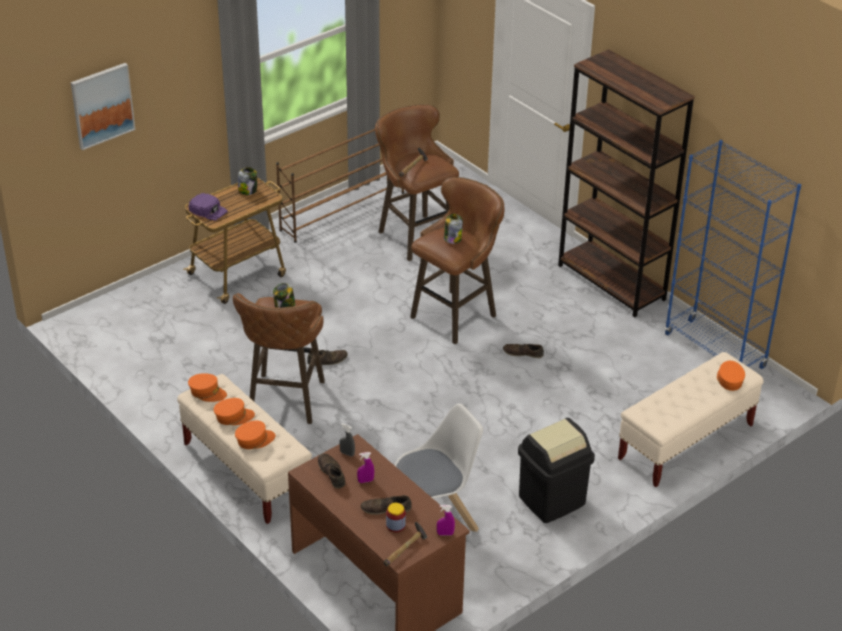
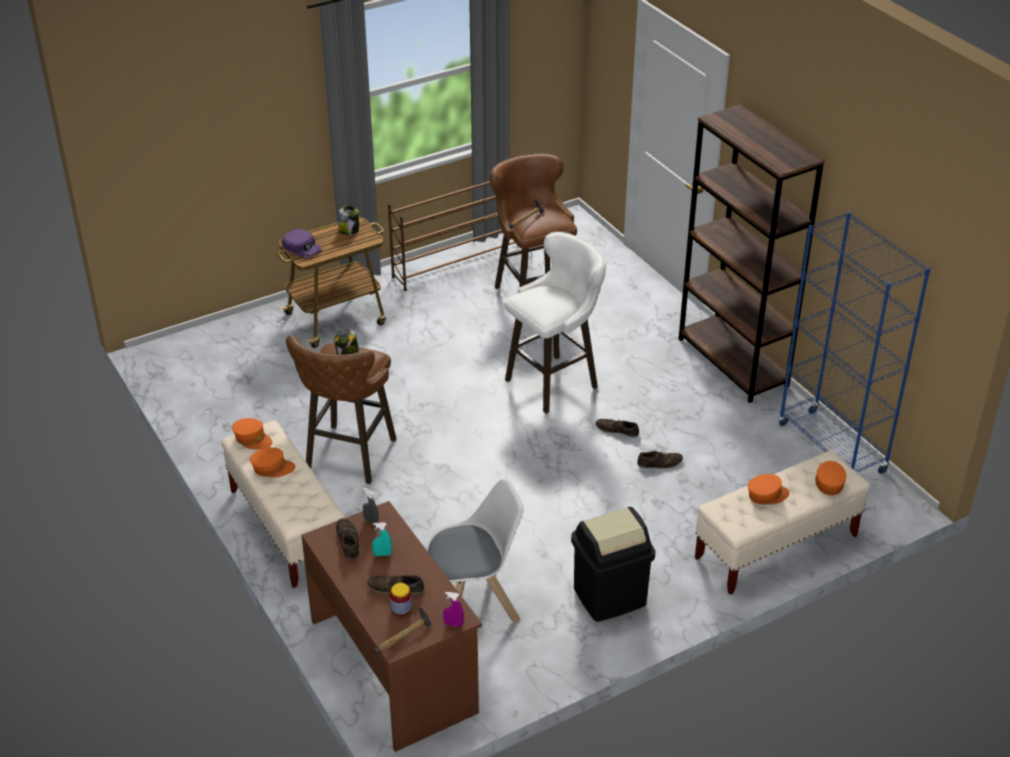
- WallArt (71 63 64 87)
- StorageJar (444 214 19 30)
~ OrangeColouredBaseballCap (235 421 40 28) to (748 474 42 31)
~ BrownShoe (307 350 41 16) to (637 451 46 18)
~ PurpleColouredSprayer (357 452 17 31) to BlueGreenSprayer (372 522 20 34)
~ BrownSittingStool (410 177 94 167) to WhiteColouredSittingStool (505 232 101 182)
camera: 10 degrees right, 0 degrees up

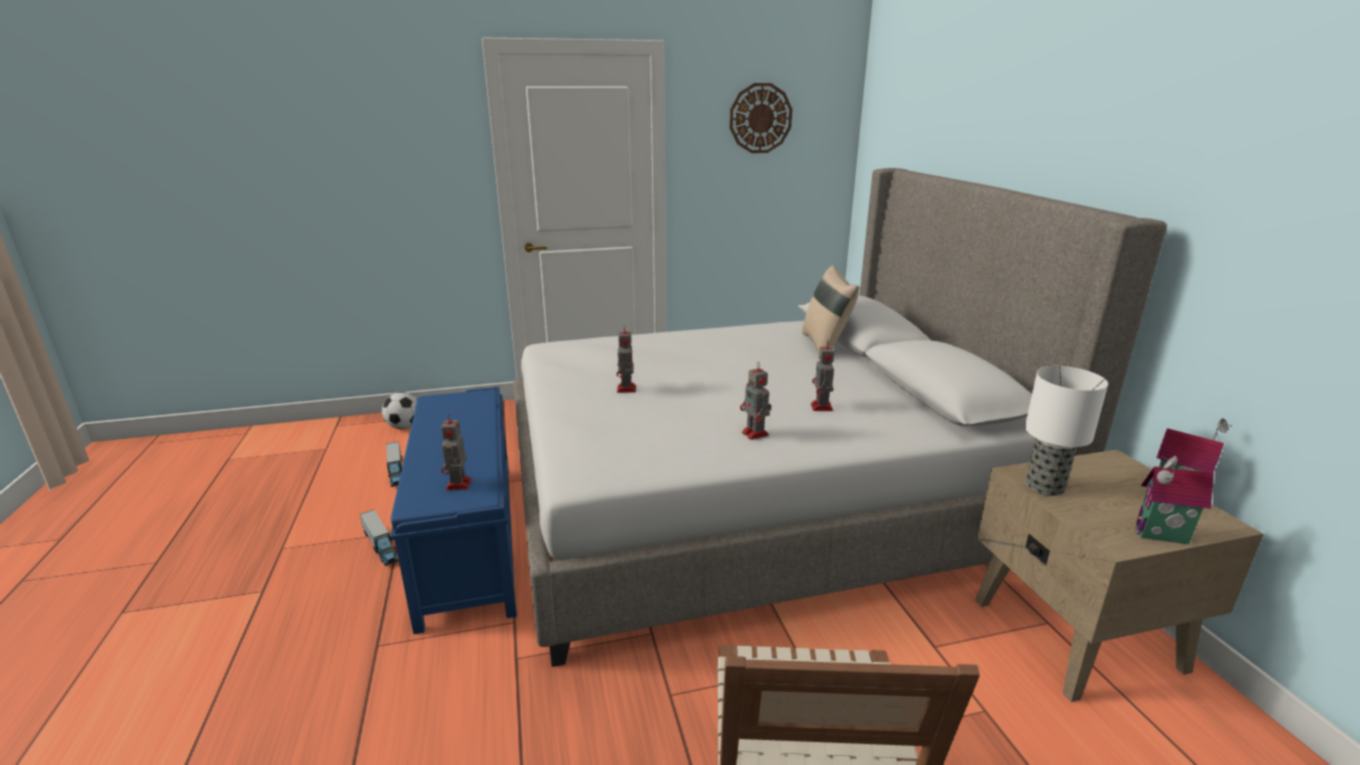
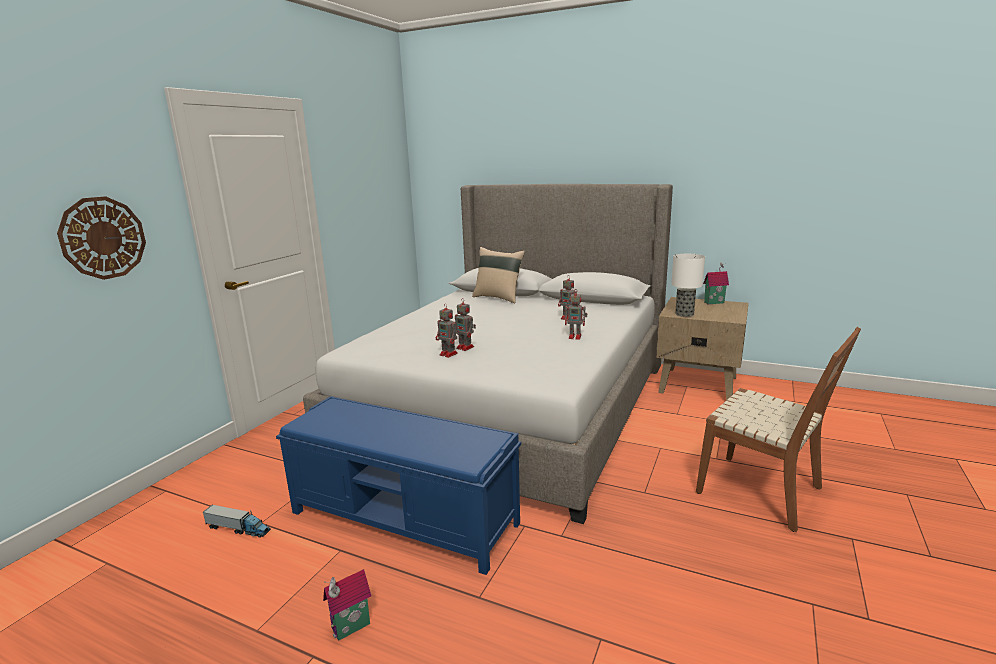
- ModelTruck (360 510 39 56)
- FootballBall (382 392 35 37)
~ ToyRobot (441 414 31 76) to (436 303 23 55)
~ ClockOnTheWall (730 83 62 70) to (57 196 89 84)
~ ModelHouse (1135 456 79 88) to (323 569 48 72)
camera: 50 degrees left, 5 degrees down

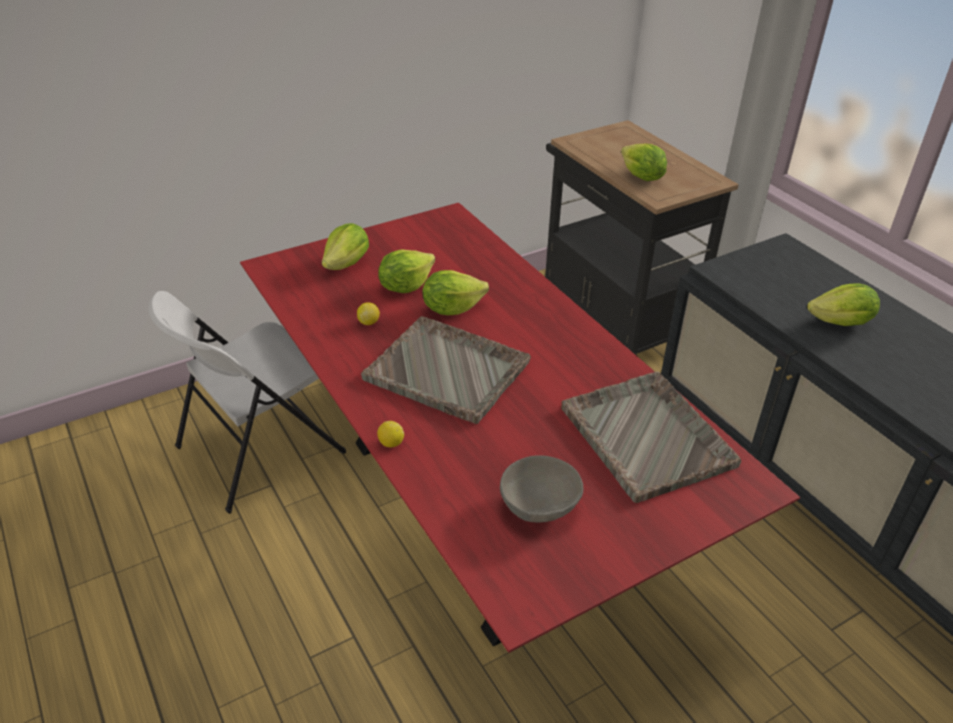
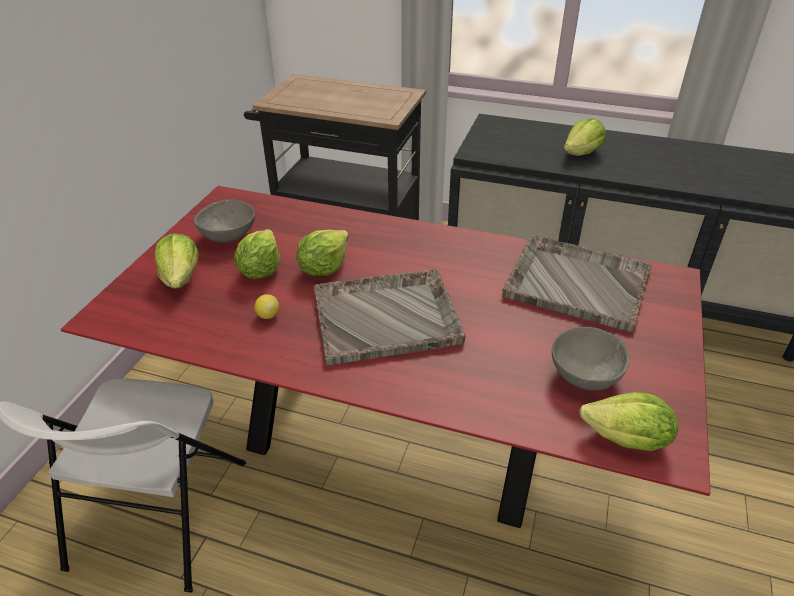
- CitrusFruit (377 421 27 26)
+ GreyBowl (194 199 61 44)
~ LettuceHead (621 144 46 37) to (579 392 99 59)
camera: 40 degrees left, 0 degrees up

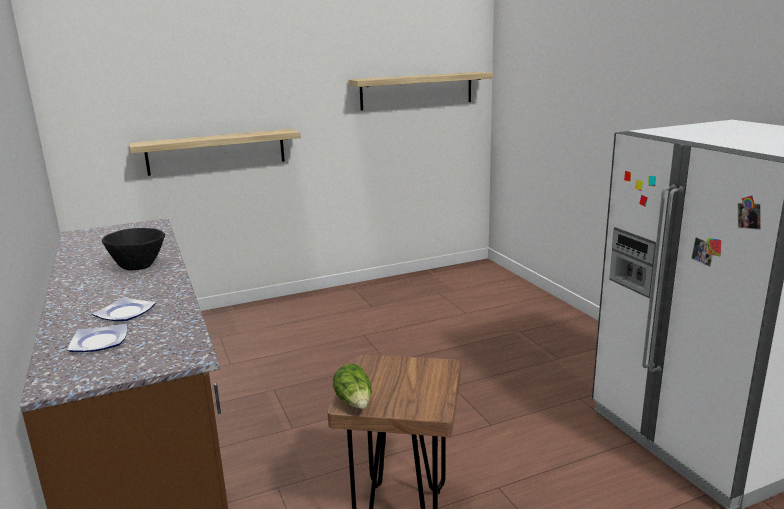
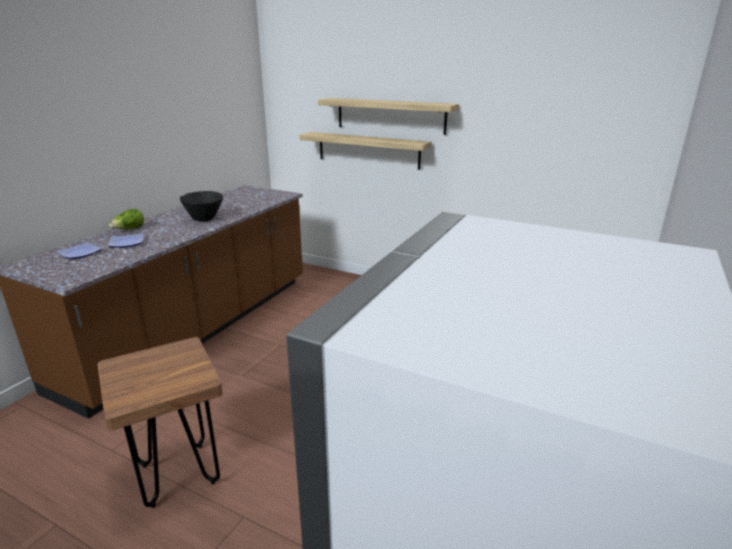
~ LettuceHead (333 363 39 46) to (109 209 35 20)
~ BracketShelf (348 72 145 39) to (318 98 141 37)
camera: 50 degrees right, 5 degrees up

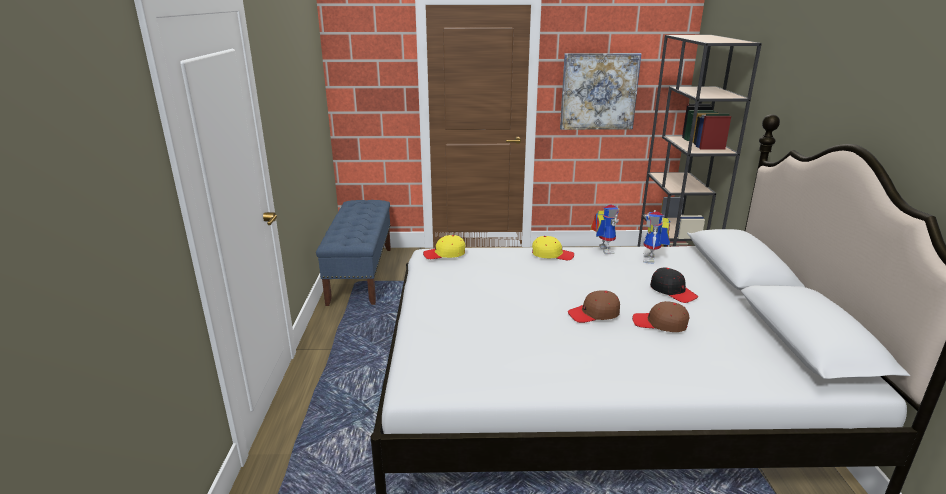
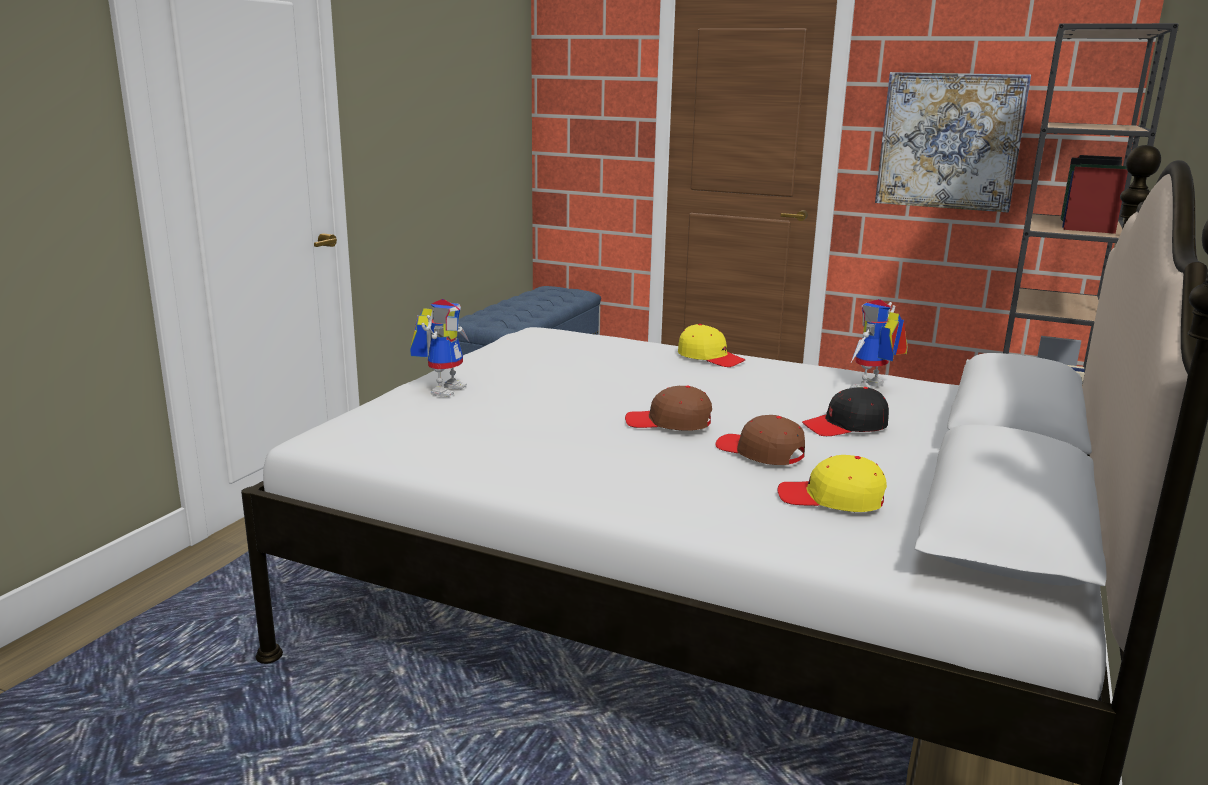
~ YellowColouredBaseballCap (423 235 42 24) to (777 455 110 57)
~ ToyRobot (590 205 29 49) to (410 299 59 98)
~ BlackColouredBaseballCap (650 268 48 35) = (802 387 87 49) 90 degrees clockwise
camera: 25 degrees right, 5 degrees down

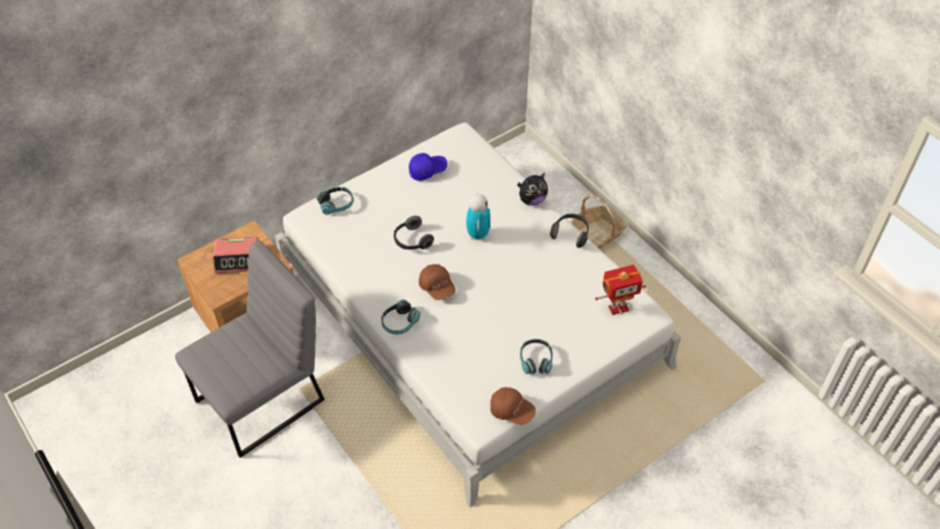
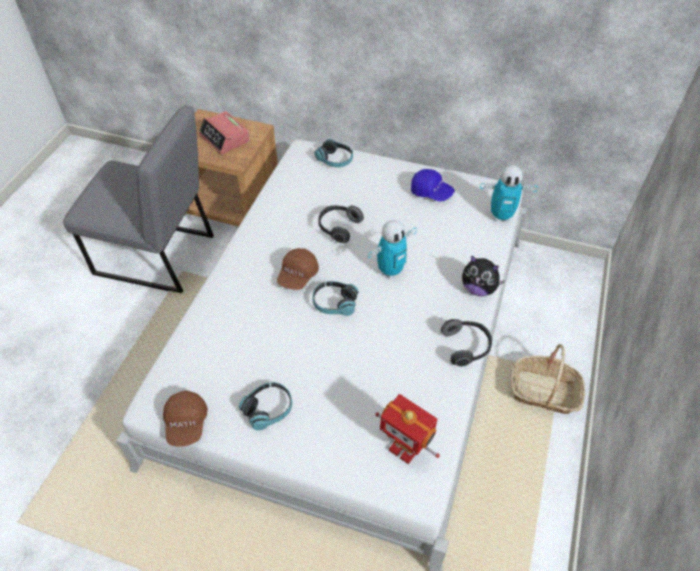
+ ToyRobot (480 165 58 56)
~ Headset (381 299 40 36) to (312 281 46 35)
camera: 55 degrees right, 0 degrees up

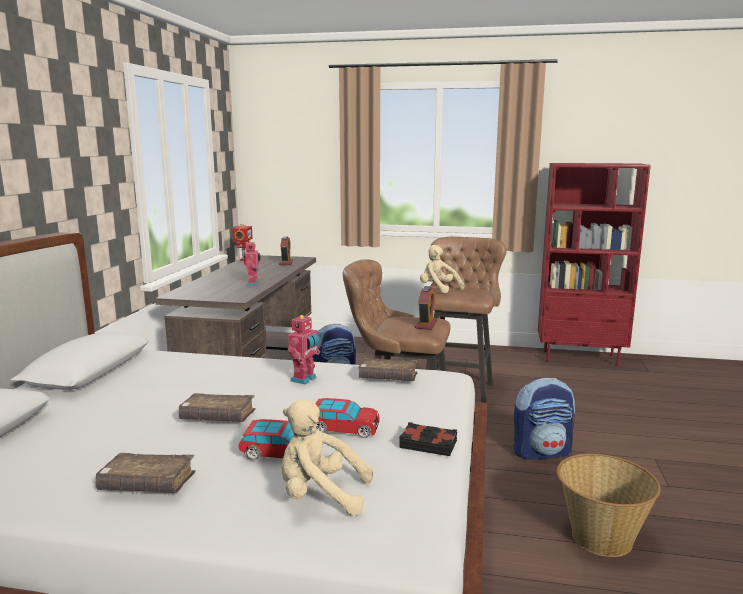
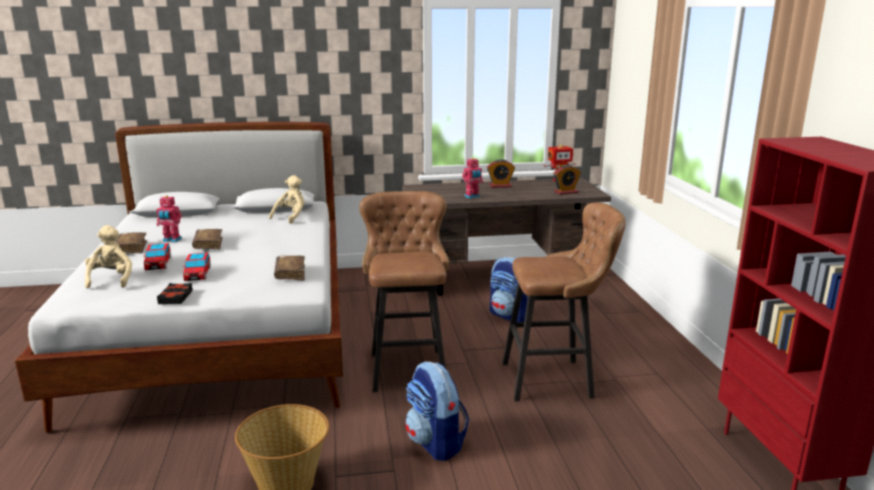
~ ToyRobot (288 314 32 71) to (156 196 26 46)
~ AlarmClock (415 286 22 44) to (487 159 28 29)
~ SandColouredCuddlyToy (420 245 44 48) to (269 175 36 49)
camera: 70 degrees right, 5 degrees up

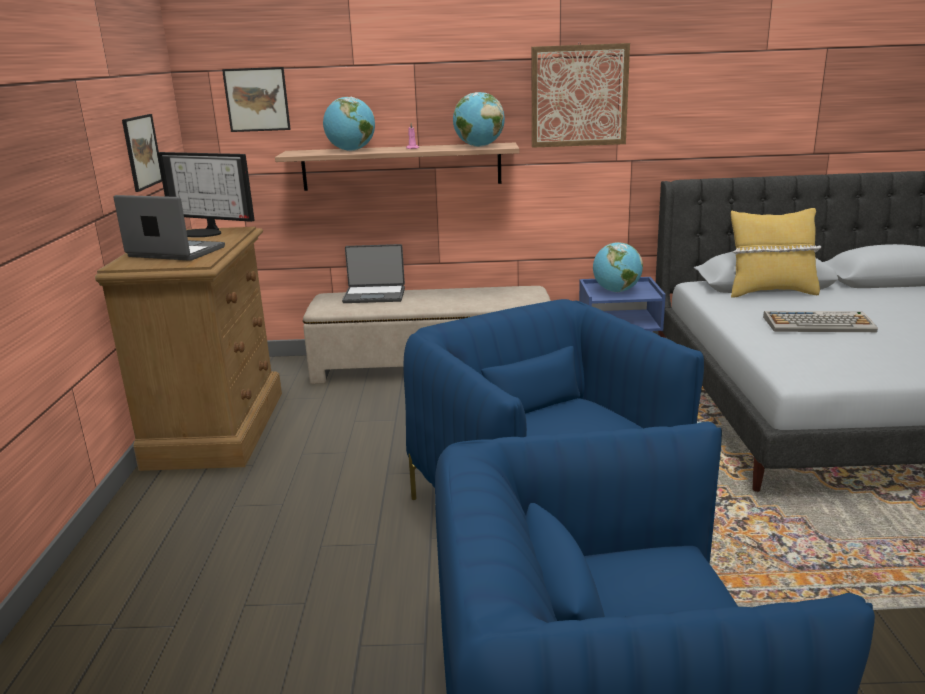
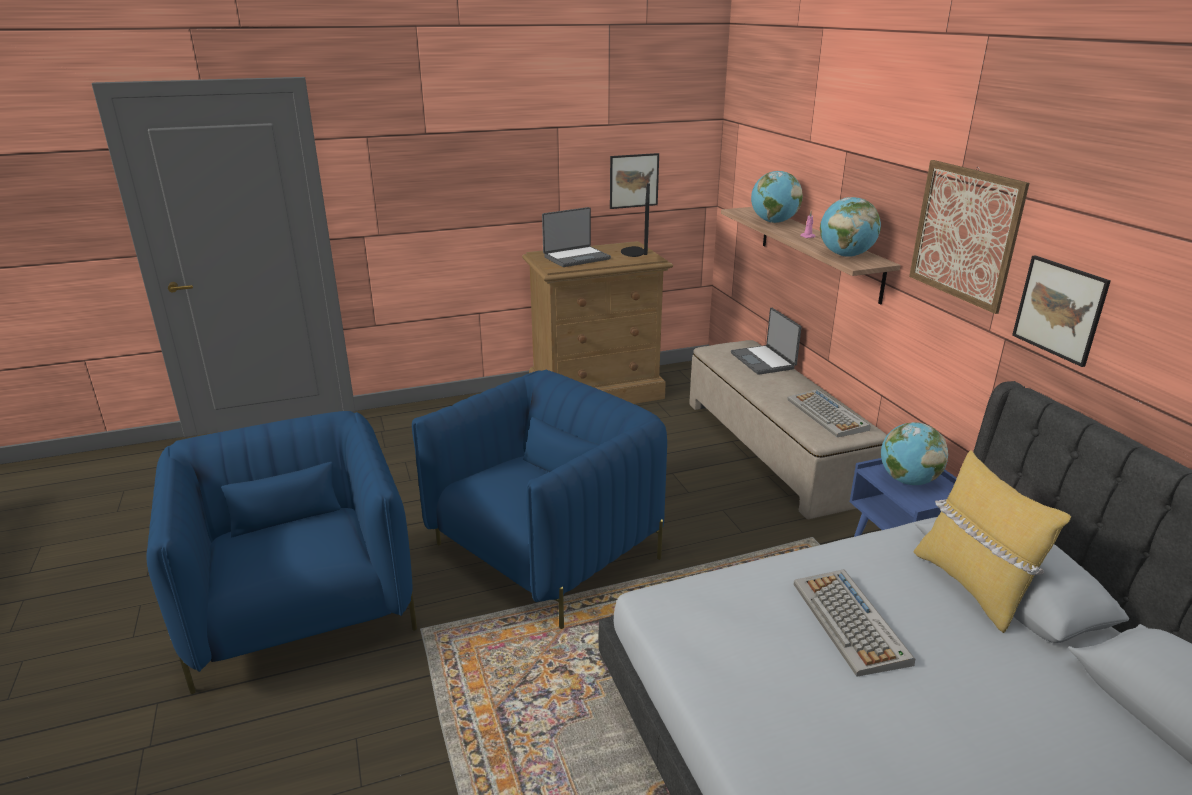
+ PcKeyboard (787 389 83 48)
~ WallArt (222 67 69 65) to (1012 255 99 112)
~ Laptop (114 195 111 66) = (542 207 69 60) 60 degrees clockwise
camera: 70 degrees right, 5 degrees up

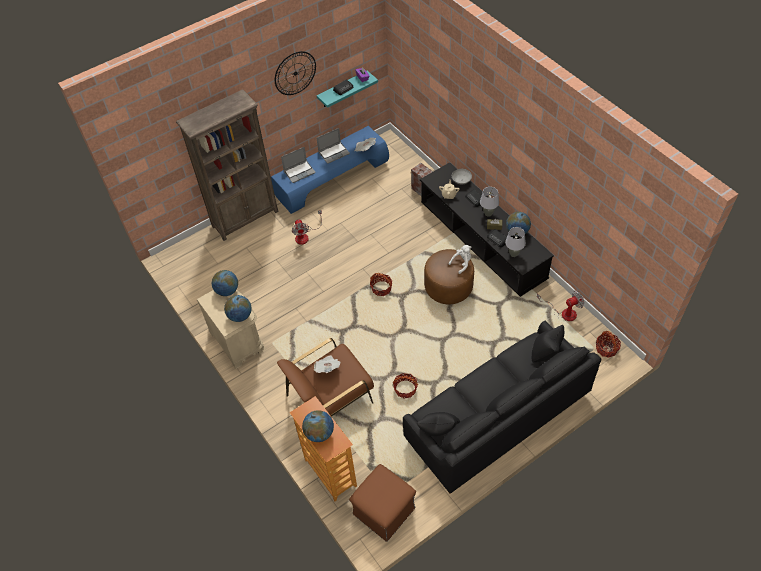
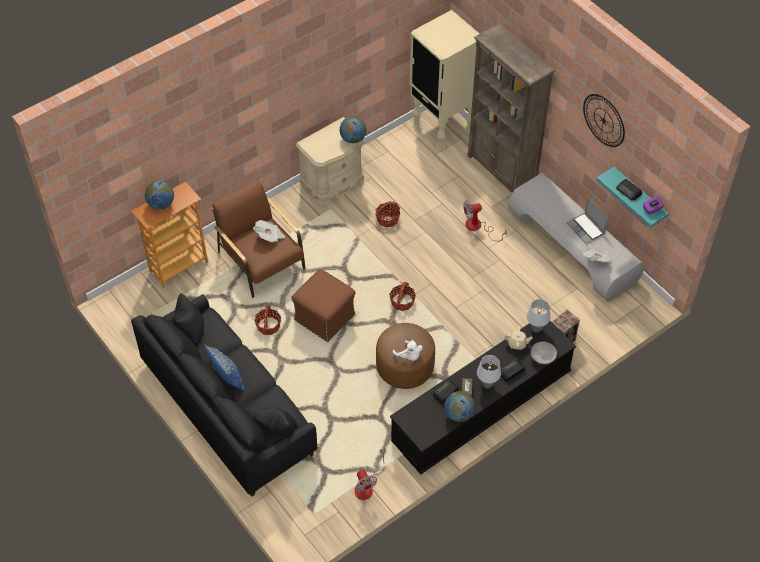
- WorldGlobe (224 295 28 27)
- Laptop (281 147 35 36)
+ BluishCushion (205 345 39 46)
+ SandColouredCupboard (410 10 69 140)
~ BrownPouffe (349 464 67 78) to (291 269 64 73)
~ GreyTableLamp (505 227 21 30) to (527 299 23 34)
~ StorageBasket (596 331 25 27) to (375 201 25 26)
~ BluishIndoorBench (271 126 118 88) to GreyIndoorBench (508 173 136 129)
camera: 85 degrees right, 0 degrees up

